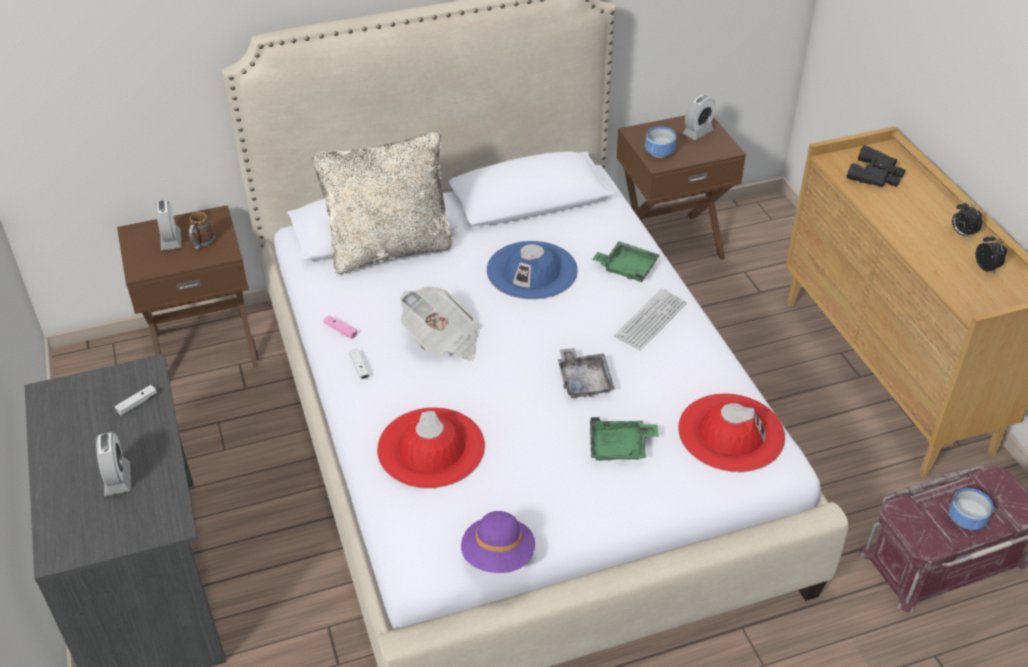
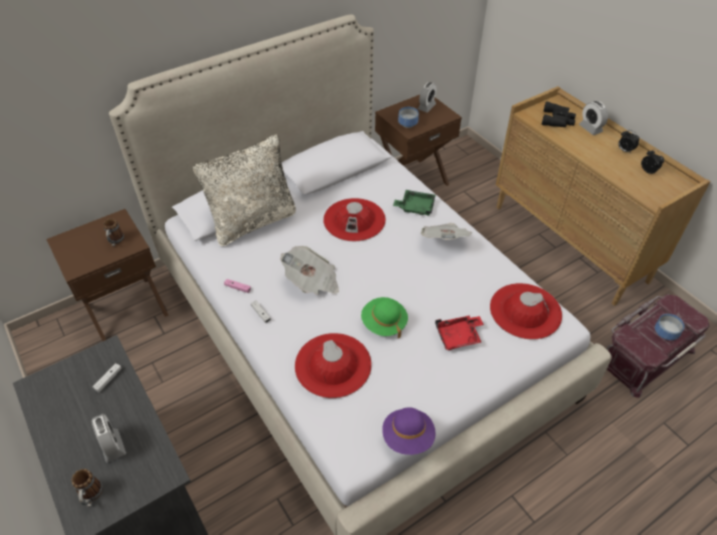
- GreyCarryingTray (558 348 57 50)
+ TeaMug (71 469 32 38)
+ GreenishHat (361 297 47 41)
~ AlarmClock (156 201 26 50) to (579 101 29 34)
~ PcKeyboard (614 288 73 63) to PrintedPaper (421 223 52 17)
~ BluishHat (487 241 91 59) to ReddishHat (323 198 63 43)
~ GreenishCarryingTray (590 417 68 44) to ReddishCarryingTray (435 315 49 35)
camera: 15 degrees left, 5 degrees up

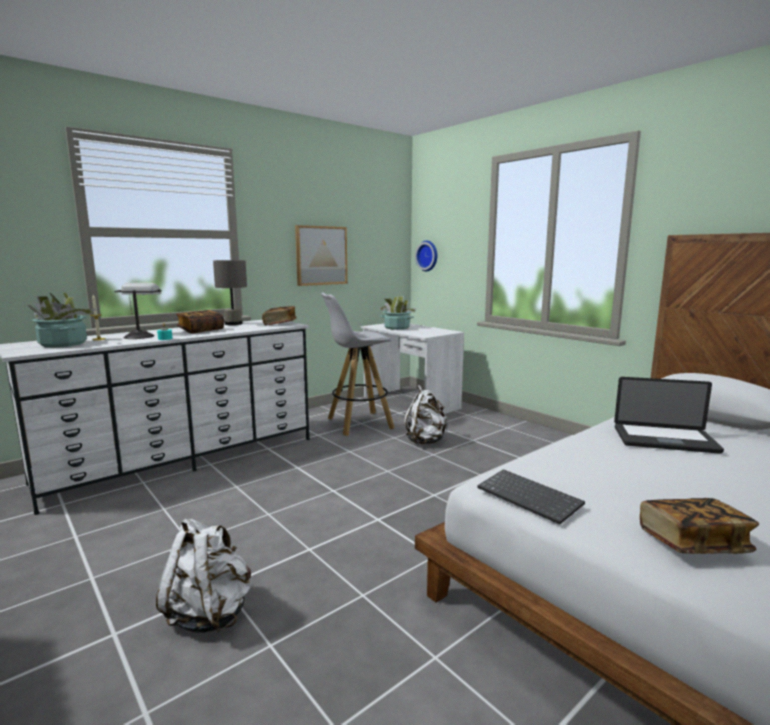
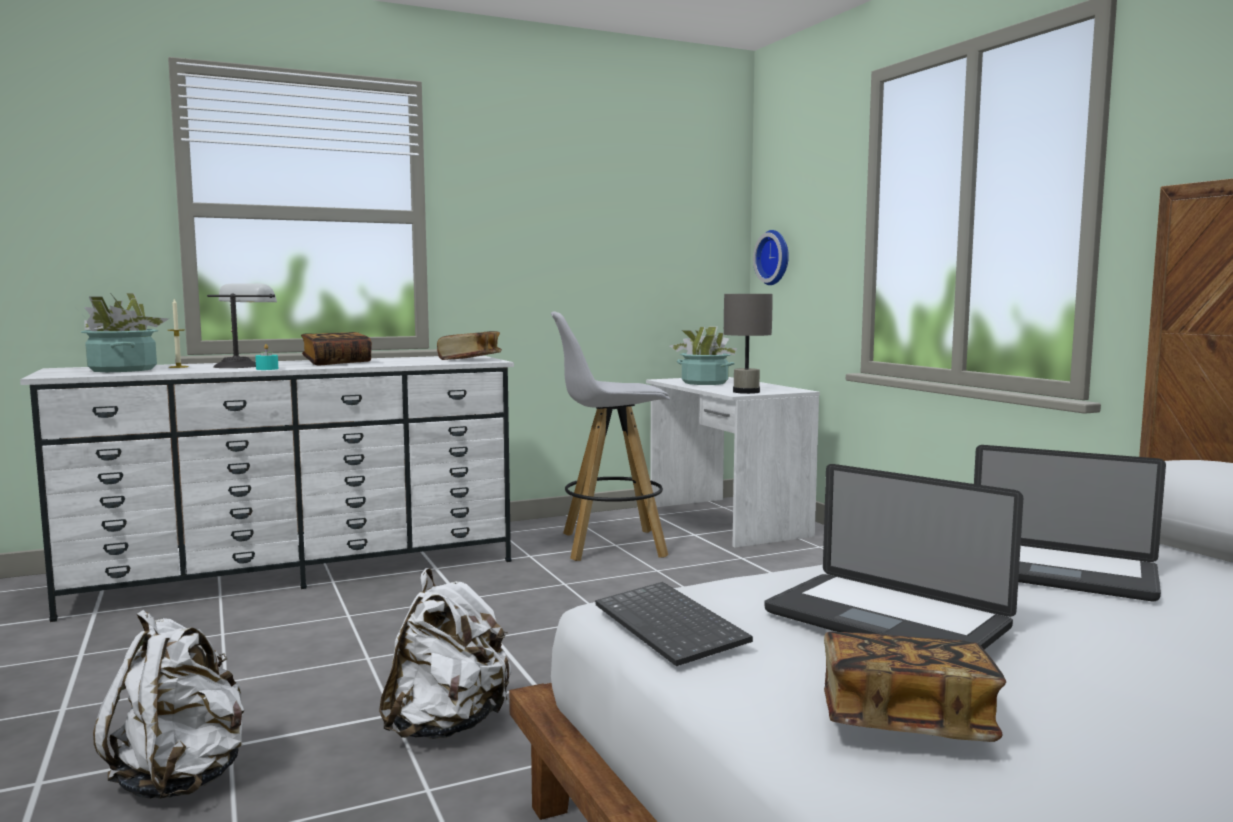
- WallArt (295 225 53 61)
+ Laptop (764 464 259 185)
~ GreyTableLamp (213 260 34 65) to (724 294 49 100)
~ WhiteColouredKnapsack (404 385 44 59) to (379 568 132 171)
camera: 15 degrees right, 5 degrees down

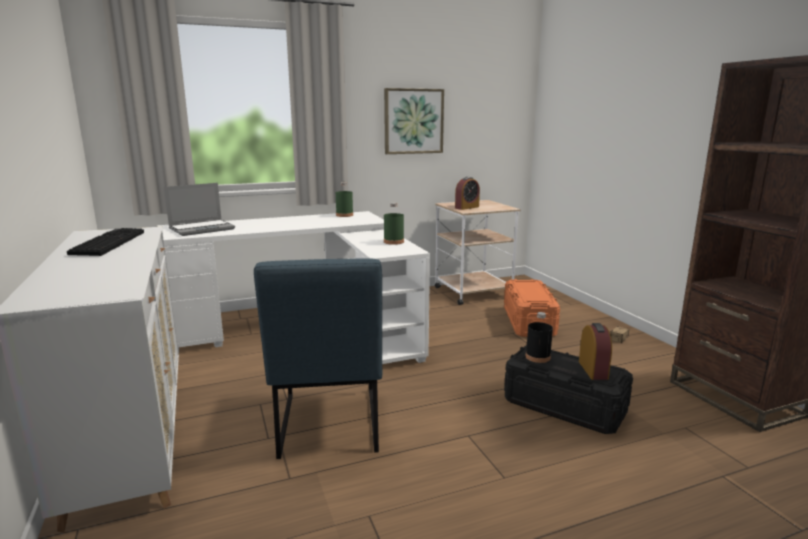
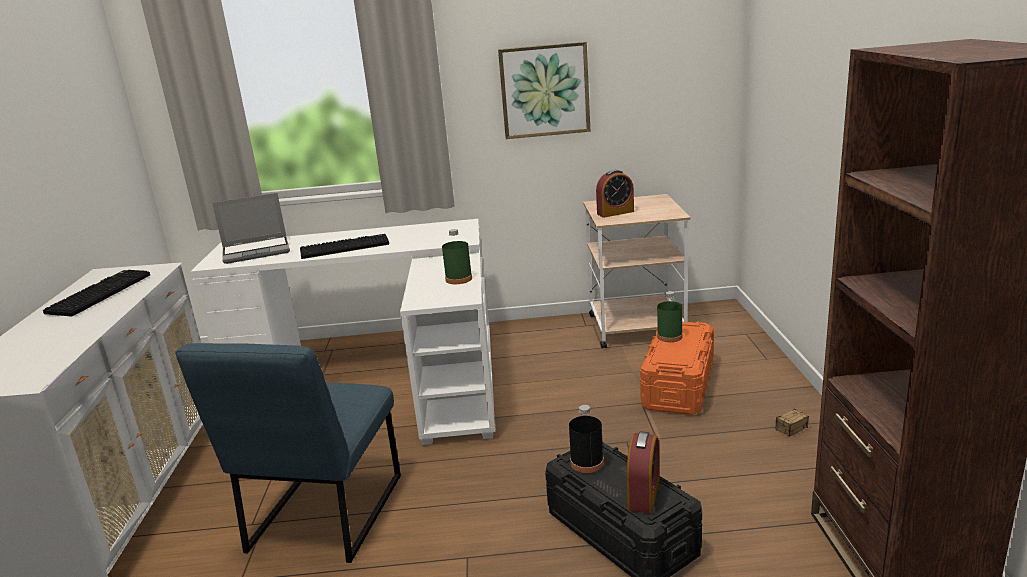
+ PcKeyboard (300 234 89 25)
~ GreenishBeverageBottle (336 182 17 35) to (657 291 26 51)
camera: 20 degrees right, 5 degrees up

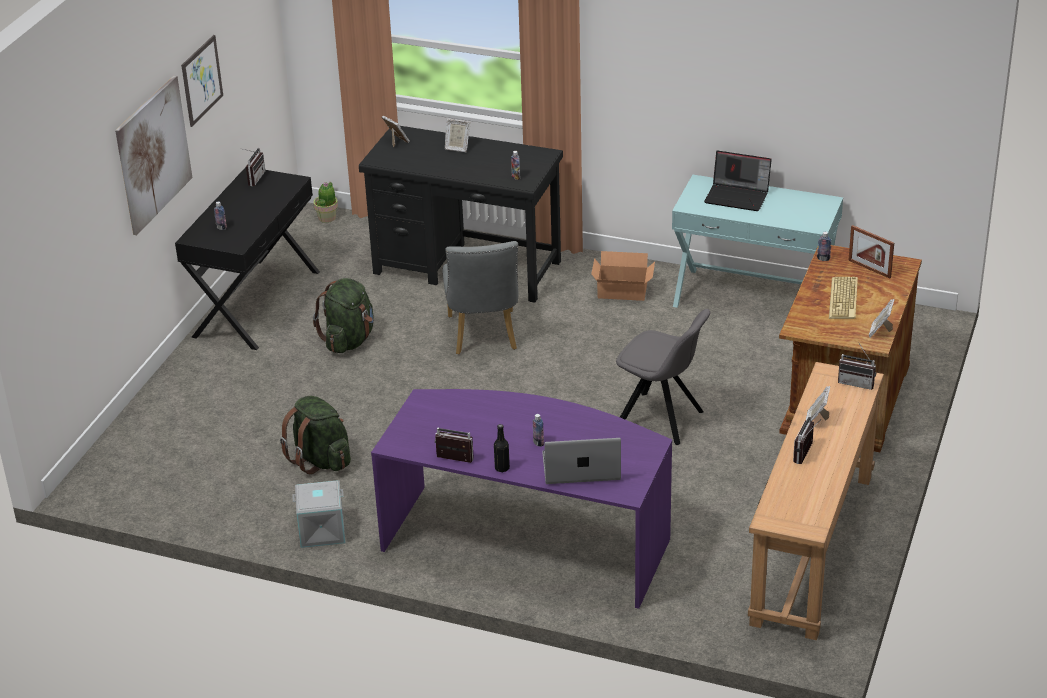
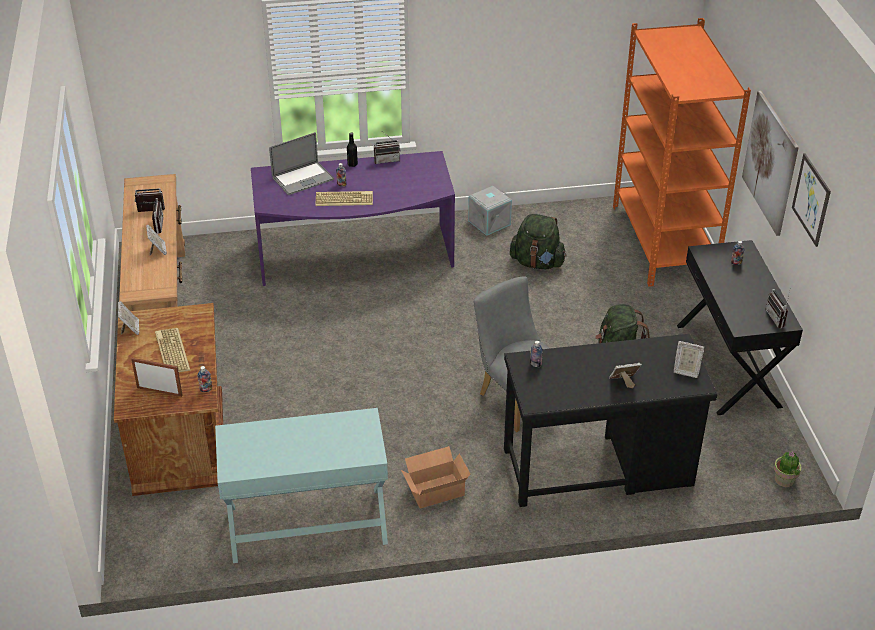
- GreyPlainChair (616 309 94 136)
- Laptop (704 150 68 61)
+ PcKeyboard (315 191 58 15)
+ OrangeColouredBookcase (613 18 138 269)
~ RadioSet (838 342 38 48) to (135 188 30 24)
camera: 150 degrees right, 5 degrees up

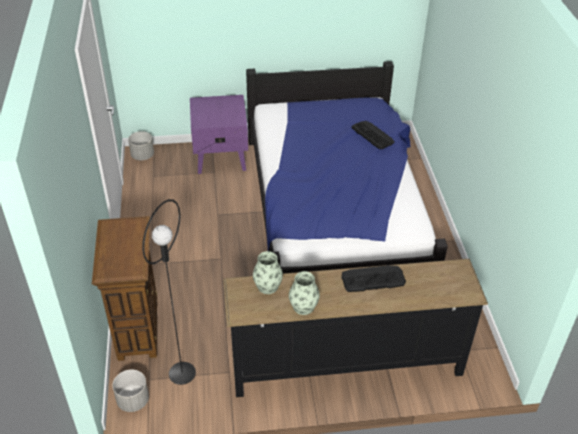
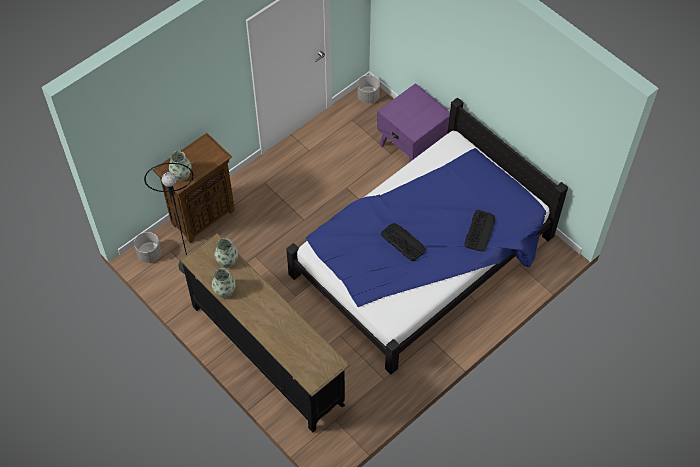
+ Vase (169 151 23 30)
~ PcKeyboard (341 265 65 27) to (381 223 45 38)
camera: 55 degrees right, 15 degrees up

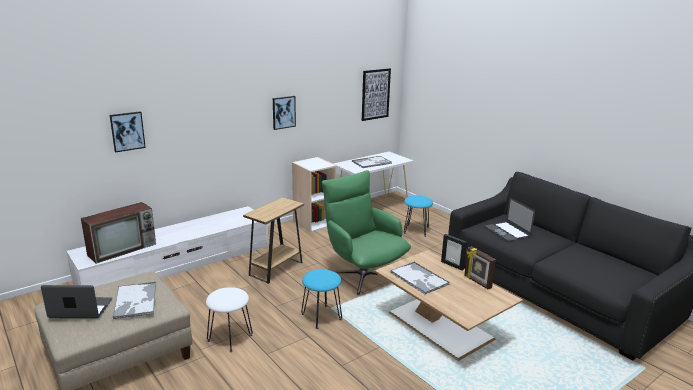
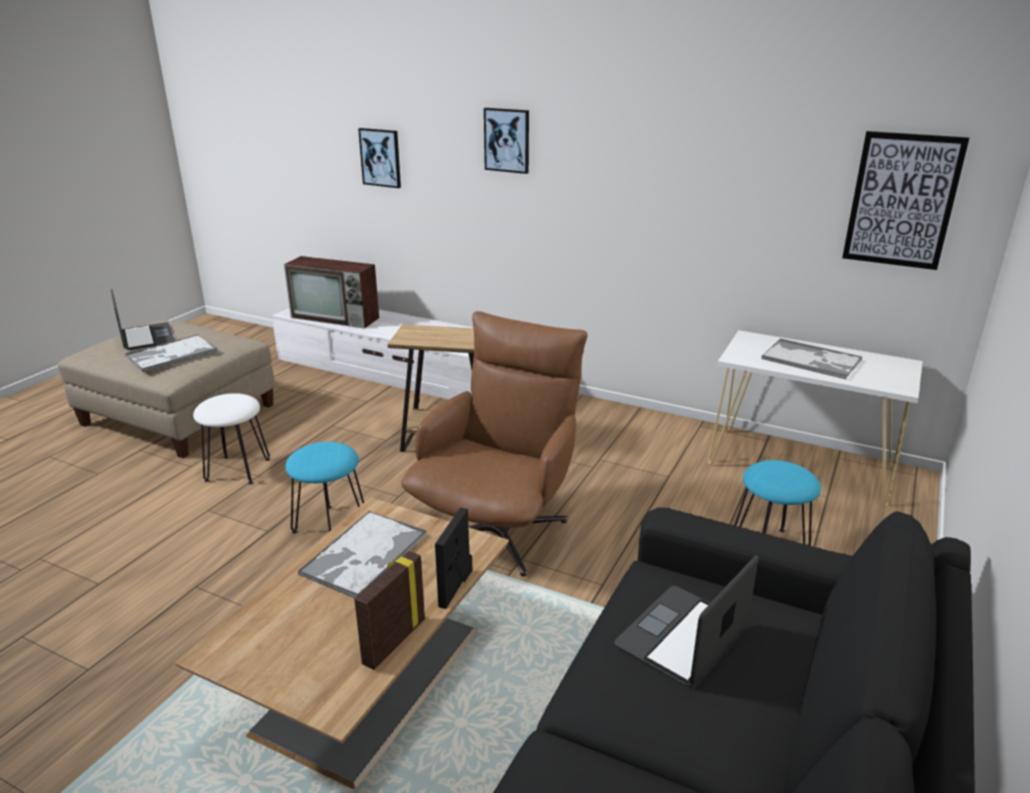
- Bookcase (292 157 45 76)
~ WallArt (273 96 23 34) to (484 108 45 66)
~ GreenishLoungeChair (322 170 89 125) to BrownLoungeChair (401 311 187 265)
camera: 65 degrees right, 5 degrees up

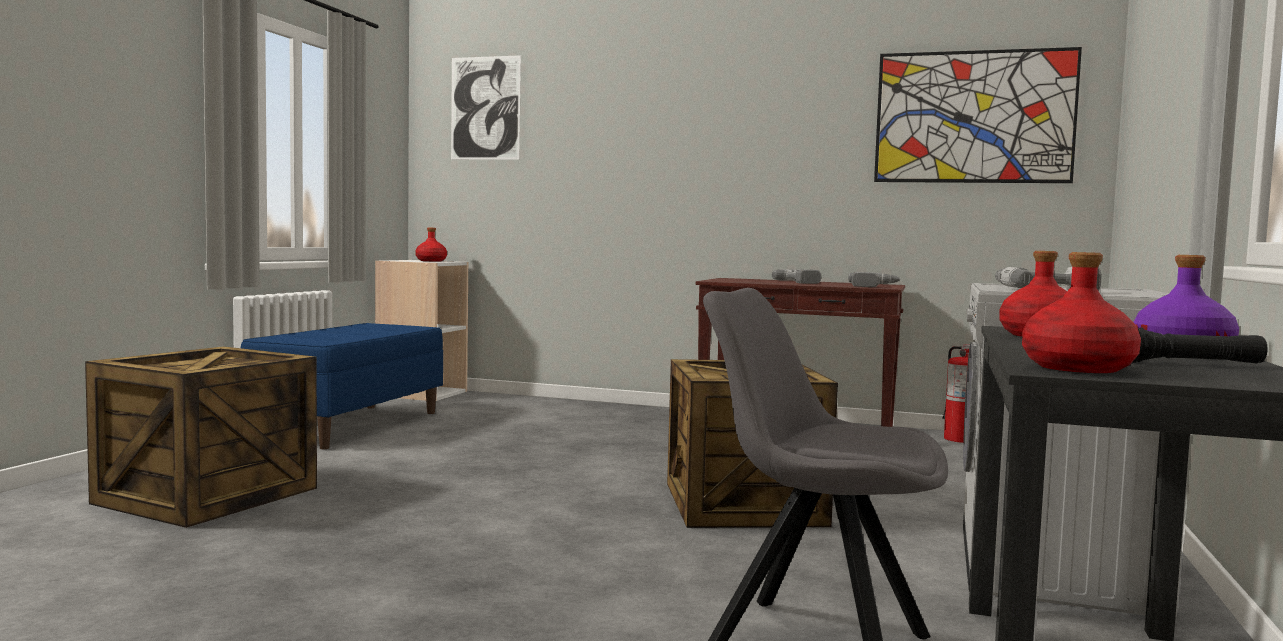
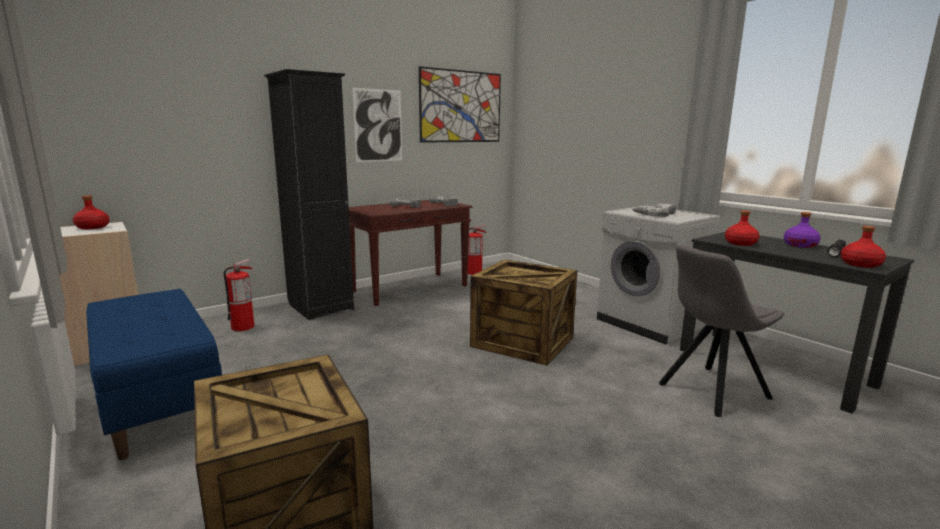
+ FireFightingCylinder (224 259 30 72)
+ BlackColouredCupboard (264 69 90 251)
~ WallArt (451 55 70 105) to (352 88 50 74)
camera: 55 degrees left, 10 degrees up

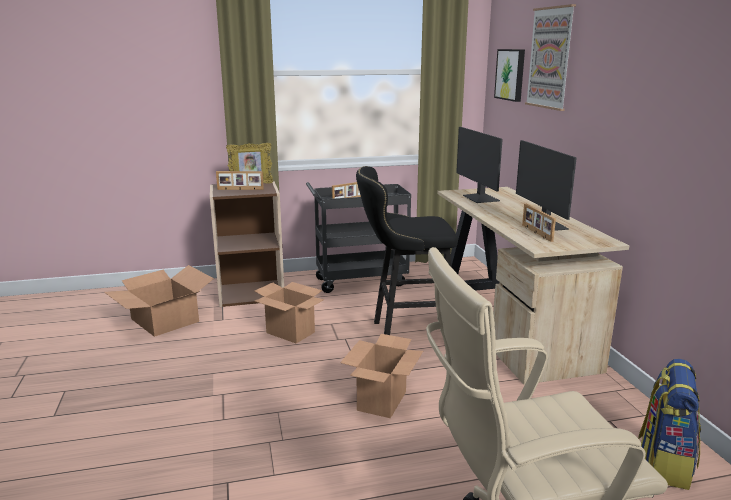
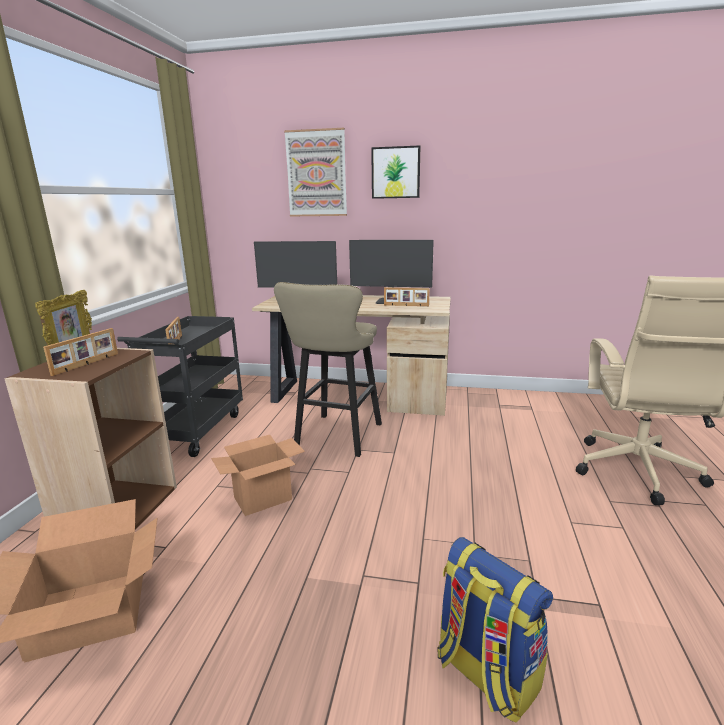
- Carton (340 334 83 84)
~ WallArt (494 49 31 53) to (371 145 49 54)
~ Knapsack (638 359 63 131) to (437 537 116 186)
~ BlackColouredSittingStool (356 166 102 169) to SandColouredSittingStool (274 282 108 175)
camera: 65 degrees left, 0 degrees up

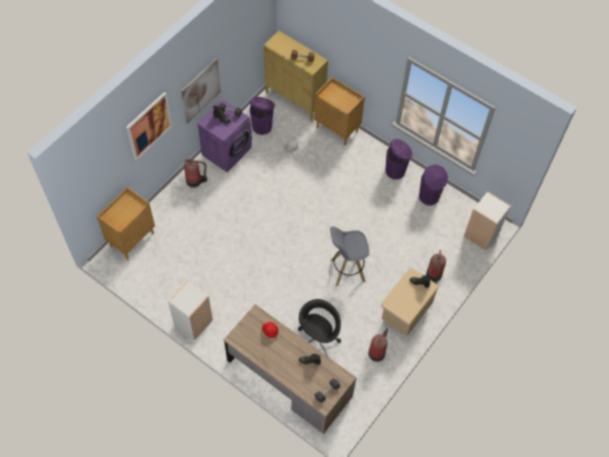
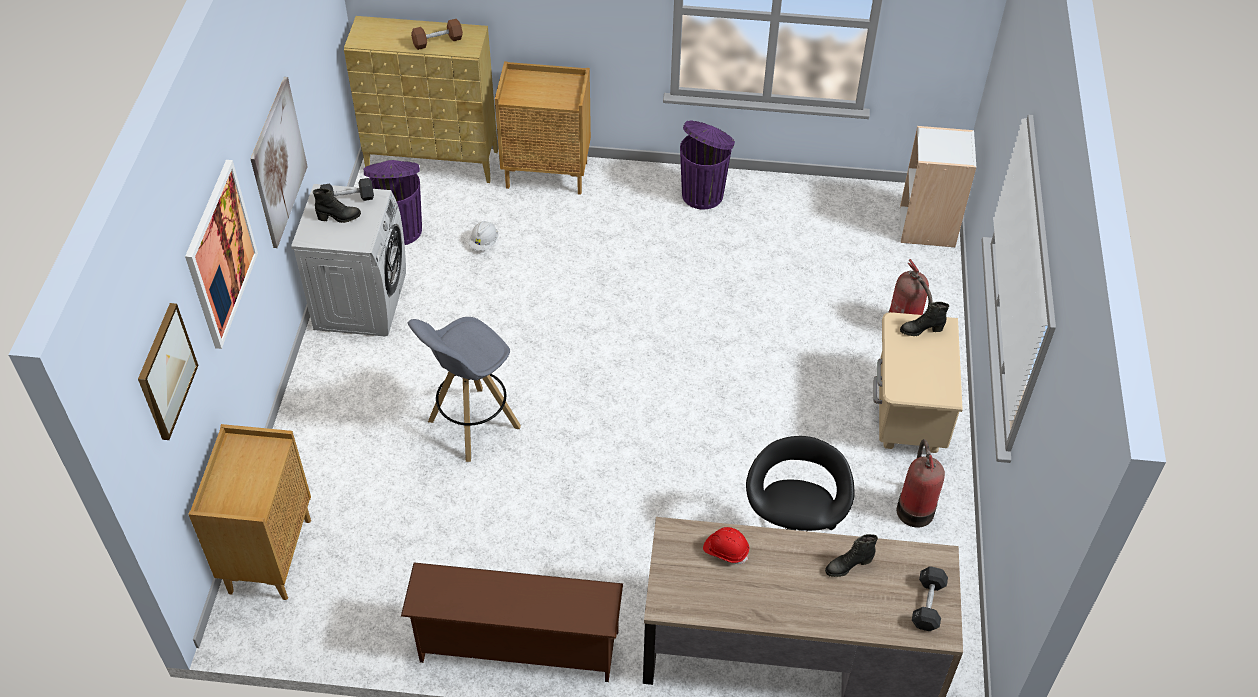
- FireFightingCylinder (184 159 23 29)
- PurpleColouredWasteBin (419 165 29 40)
+ WallArt (138 303 61 137)
~ GreySittingStool (330 227 39 59) to (408 317 113 145)
~ Bookcase (168 280 45 61) to BrownShoeStand (401 563 222 119)
~ PurpleColouredLaundryMachine (197 99 55 73) to WhiteColouredLaundryMachine (291 184 115 152)
camera: 30 degrees left, 10 degrees down

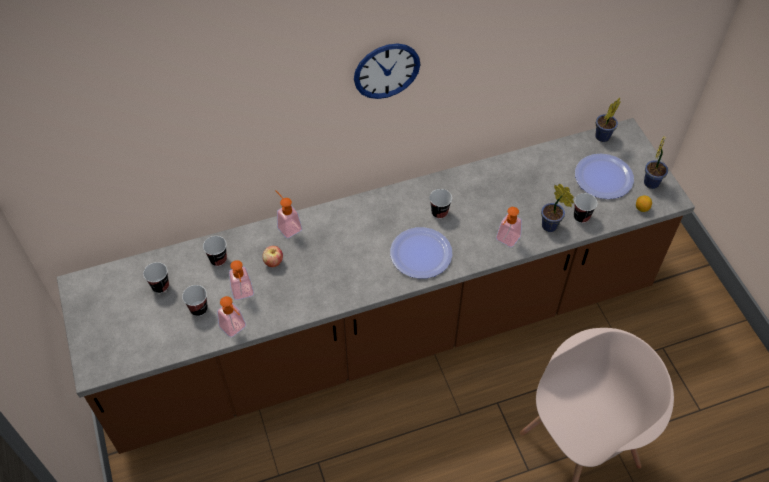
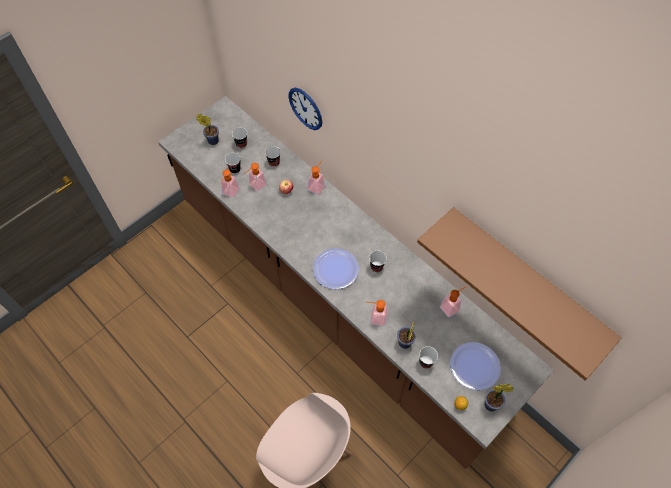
+ BrownBracketShelf (417 207 205 174)
+ SoapDispenser (440 286 27 31)
~ ClockOnTheWall (354 43 66 56) to (288 88 34 42)
~ PlantInAPot (595 98 26 44) to (196 114 23 31)
camera: 65 degrees right, 5 degrees up

